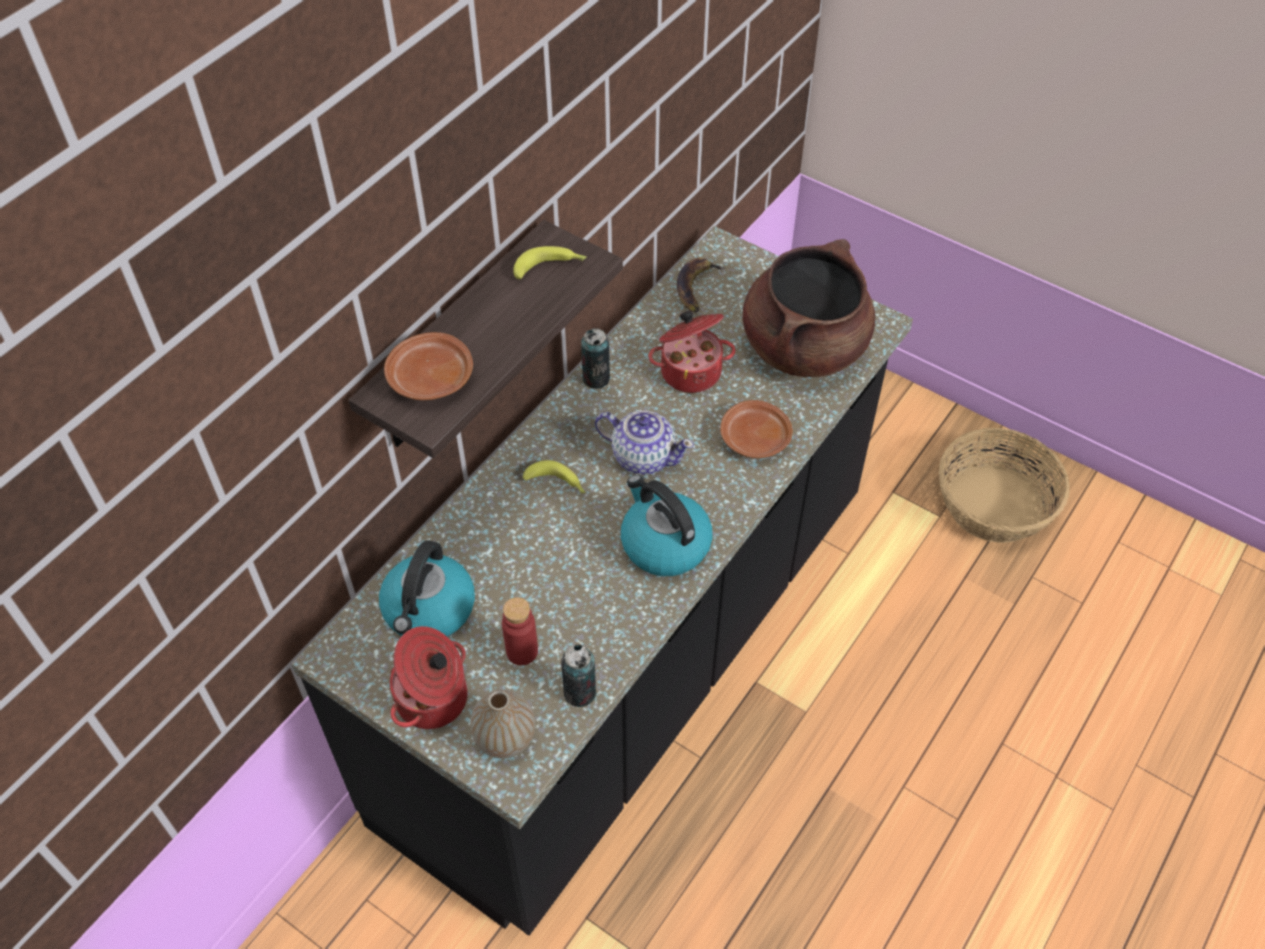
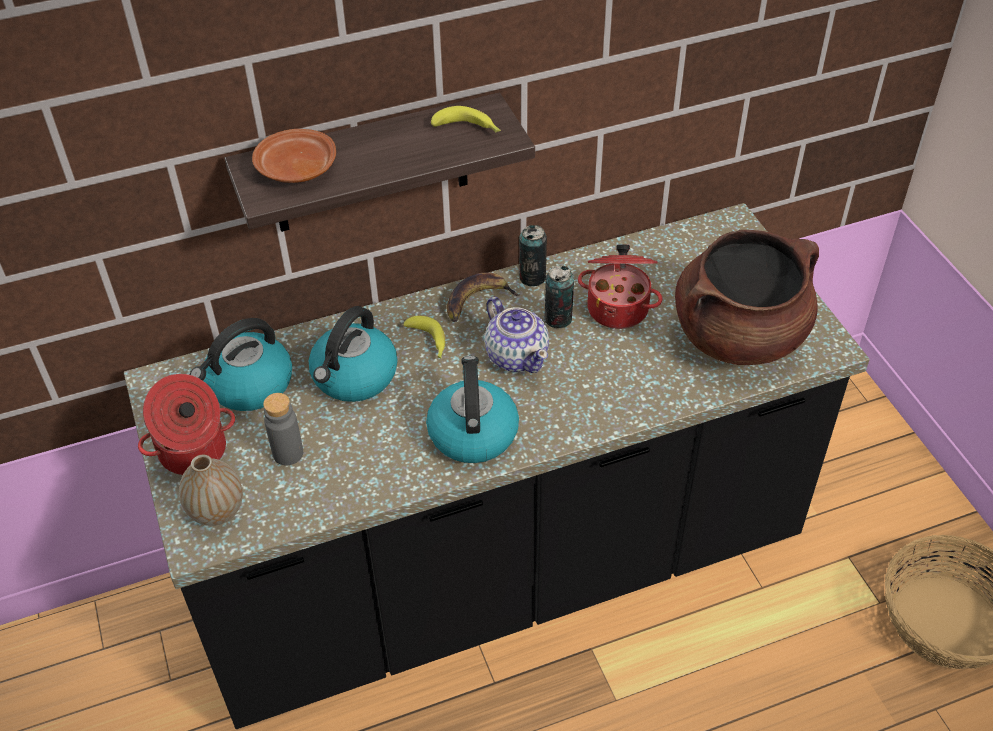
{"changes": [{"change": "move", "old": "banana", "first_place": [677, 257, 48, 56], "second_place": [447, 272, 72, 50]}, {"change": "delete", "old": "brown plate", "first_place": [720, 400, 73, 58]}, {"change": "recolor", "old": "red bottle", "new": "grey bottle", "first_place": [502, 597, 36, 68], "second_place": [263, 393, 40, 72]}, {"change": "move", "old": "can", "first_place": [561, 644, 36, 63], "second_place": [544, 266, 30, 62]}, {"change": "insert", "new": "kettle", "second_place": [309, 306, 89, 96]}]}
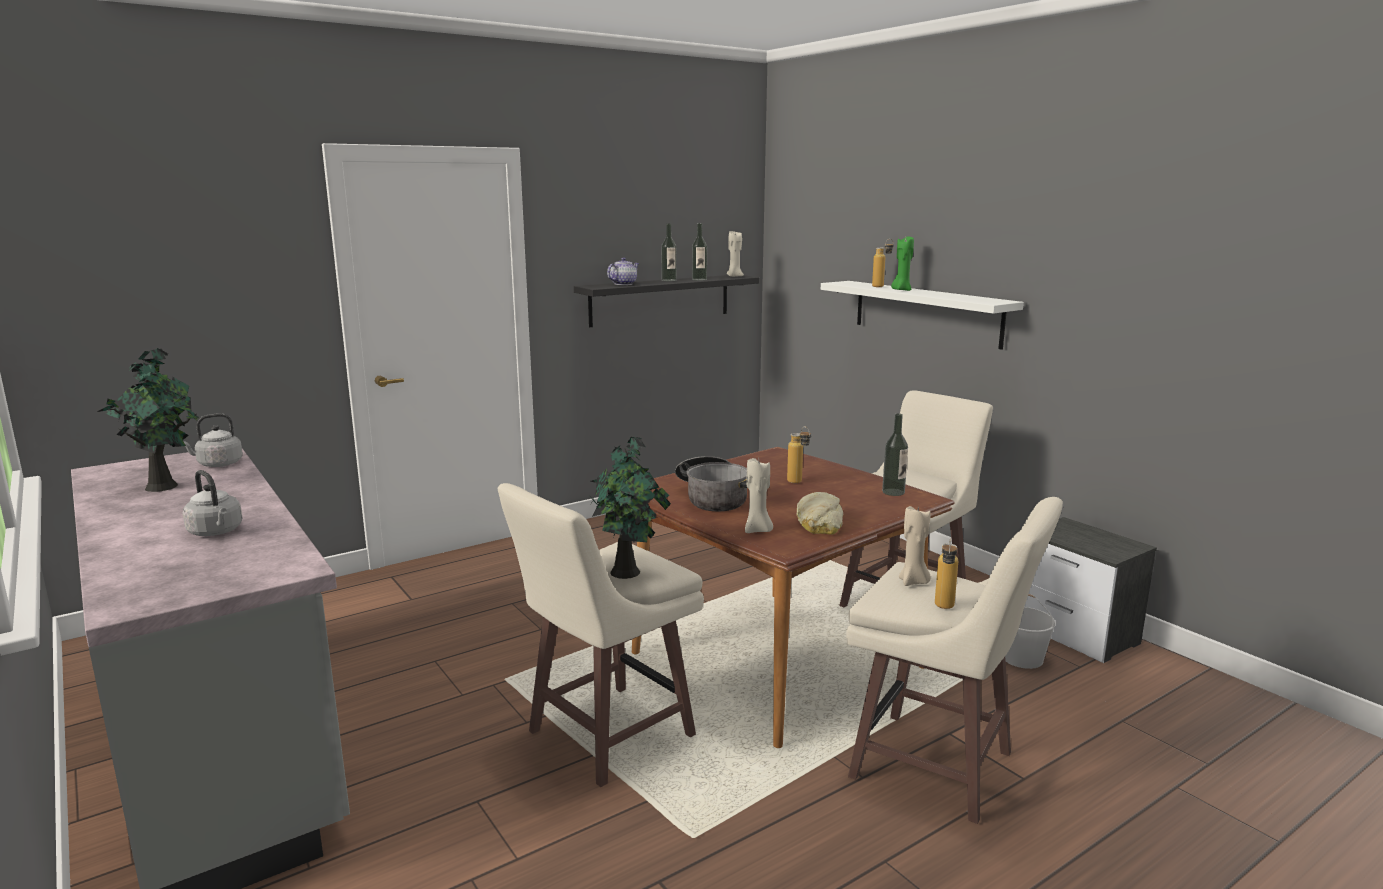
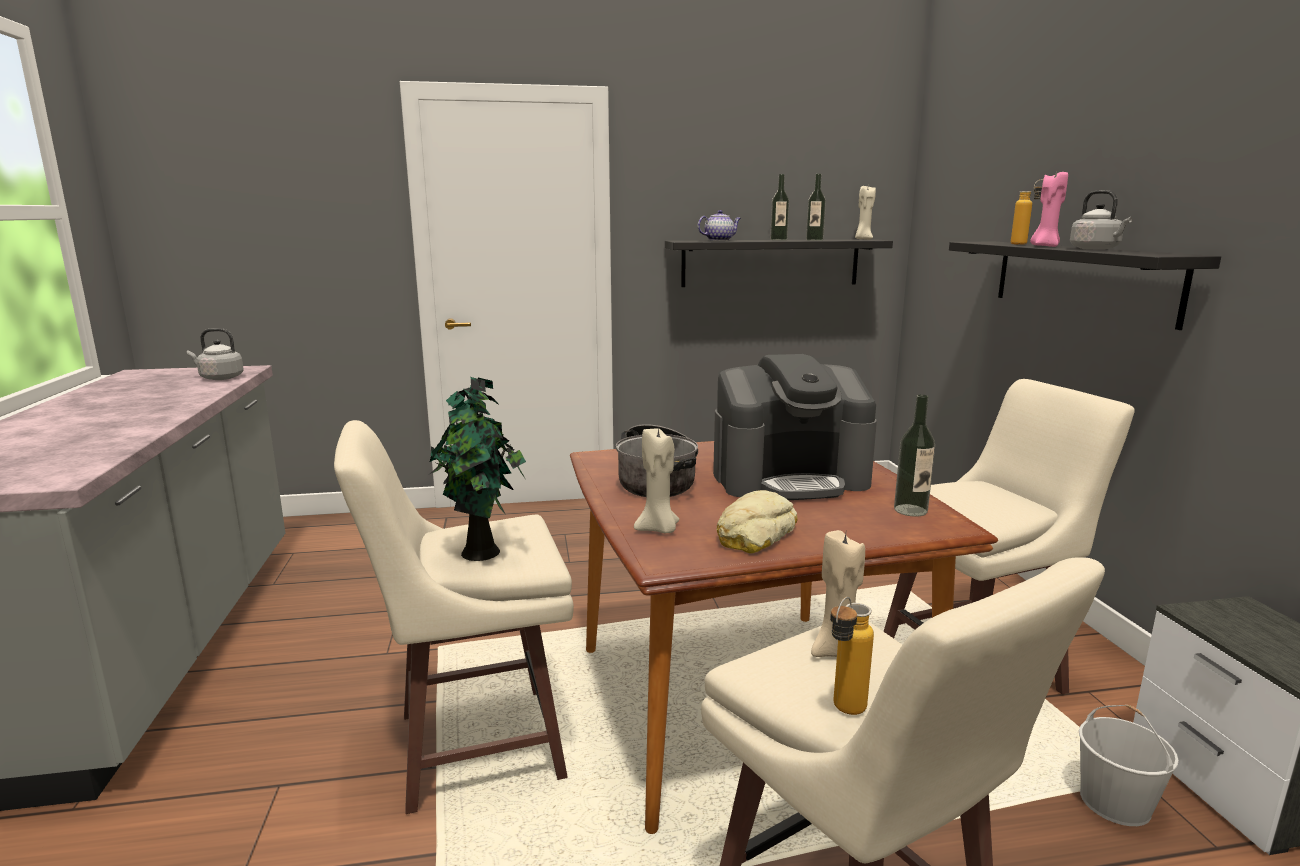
{"changes": [{"change": "recolor", "old": "green candle", "new": "pink candle", "first_place": [891, 237, 23, 54], "second_place": [1030, 171, 38, 76]}, {"change": "recolor", "old": "white shelf", "new": "black shelf", "first_place": [821, 281, 203, 69], "second_place": [949, 242, 272, 88]}, {"change": "delete", "old": "potted plant", "first_place": [97, 348, 102, 144]}, {"change": "replace", "old": "bottle", "new": "coffee machine", "first_place": [787, 427, 24, 56], "second_place": [713, 354, 164, 146]}, {"change": "move", "old": "grey kettle", "first_place": [183, 470, 59, 66], "second_place": [1070, 190, 62, 60]}]}
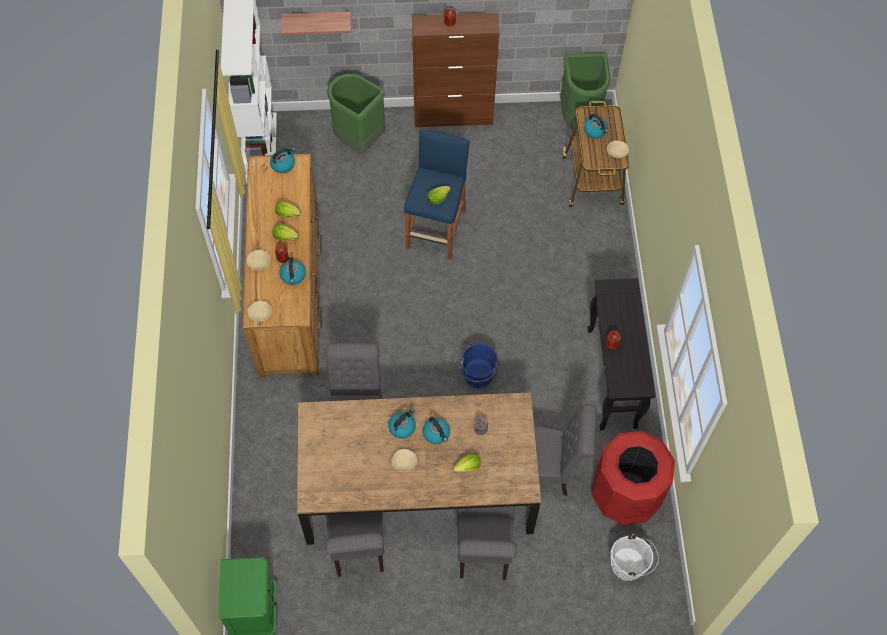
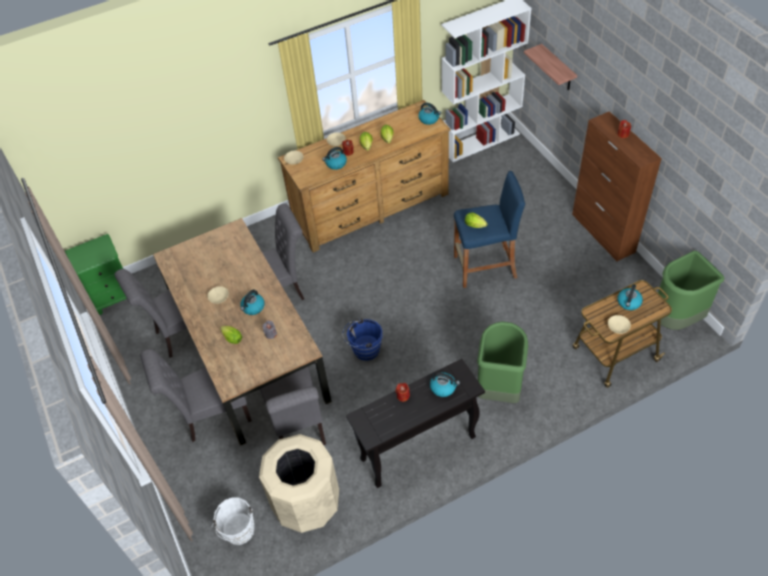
{"changes": [{"change": "move", "old": "green trash can", "first_place": [327, 74, 58, 80], "second_place": [477, 321, 51, 82]}, {"change": "move", "old": "kettle", "first_place": [388, 409, 28, 30], "second_place": [430, 372, 30, 25]}, {"change": "recolor", "old": "red trash can", "new": "beige trash can", "first_place": [592, 431, 83, 94], "second_place": [259, 434, 80, 99]}]}
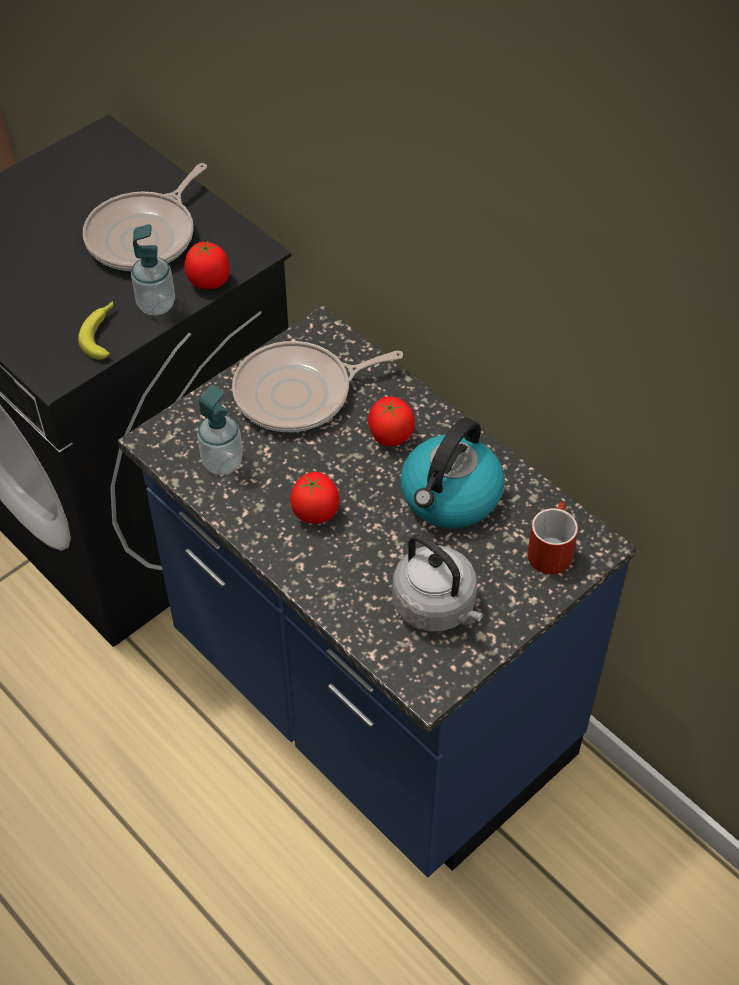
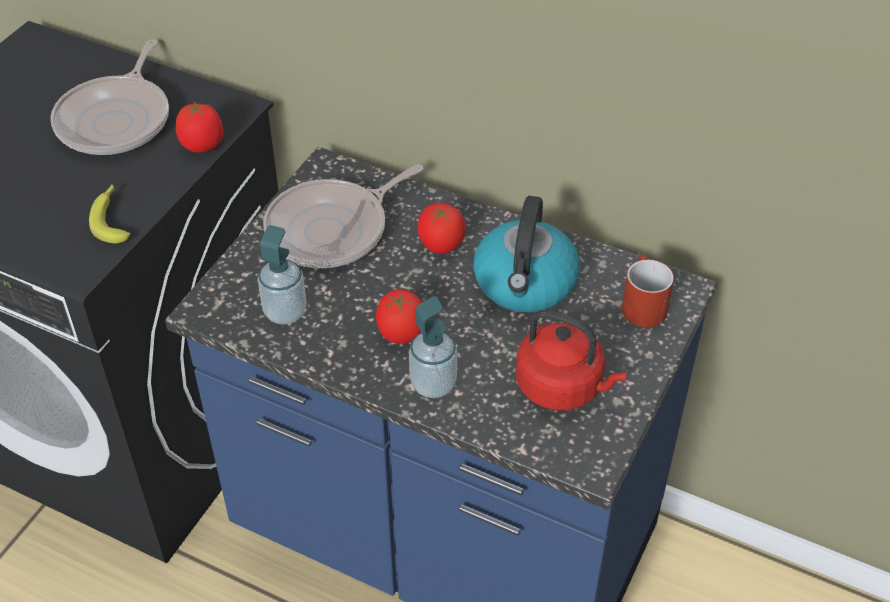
{"changes": [{"change": "move", "old": "soap dispenser", "first_place": [131, 224, 44, 91], "second_place": [409, 296, 48, 102]}, {"change": "recolor", "old": "grey kettle", "new": "red kettle", "first_place": [393, 534, 90, 98], "second_place": [516, 309, 111, 102]}]}
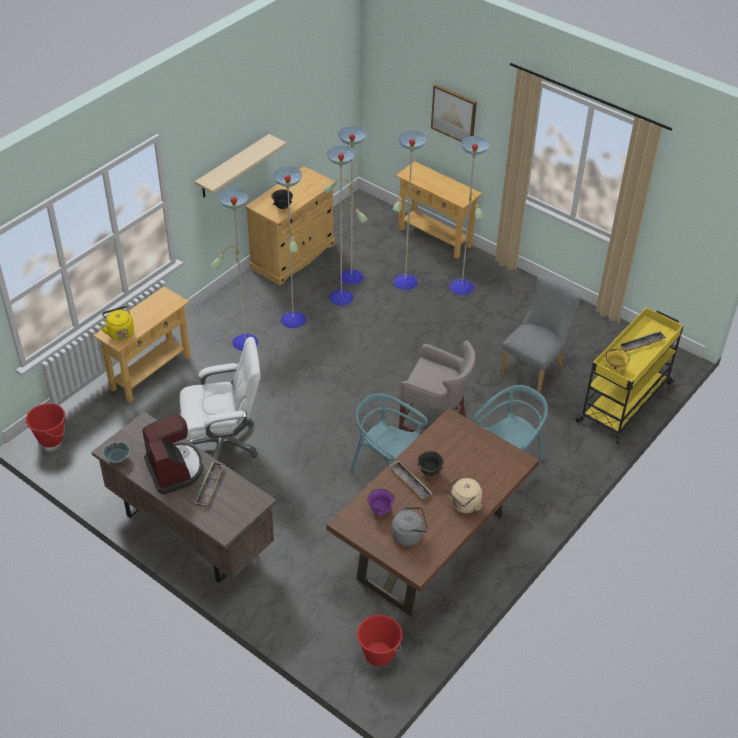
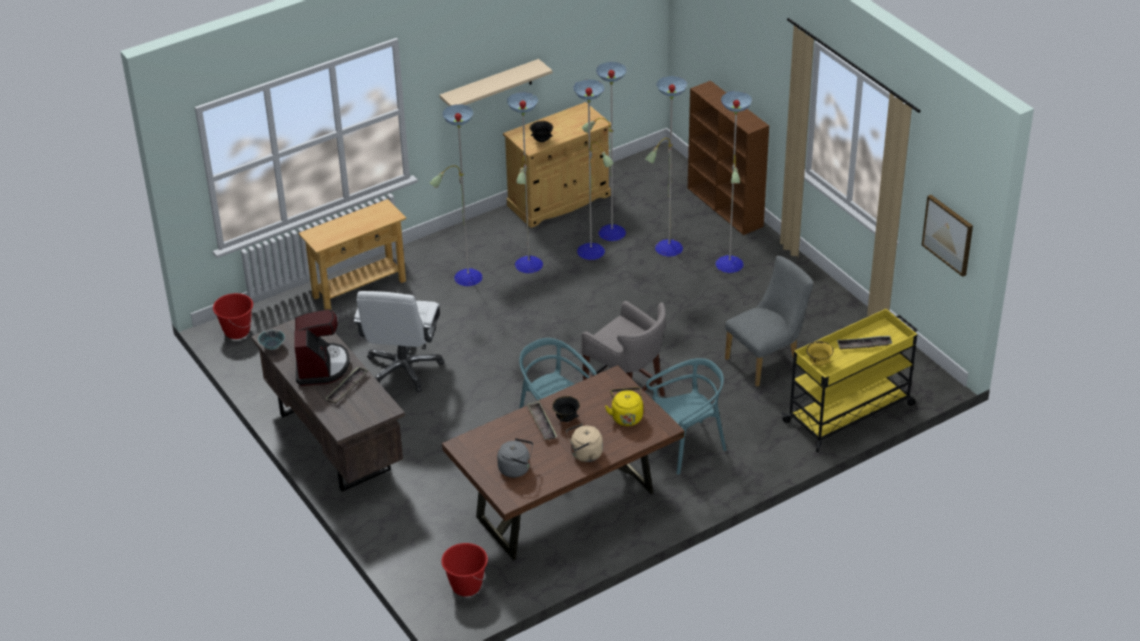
{"changes": [{"change": "move", "old": "picture", "first_place": [431, 84, 46, 58], "second_place": [922, 195, 51, 82]}, {"change": "replace", "old": "beige console table", "new": "brown bookcase", "first_place": [396, 161, 86, 98], "second_place": [688, 81, 81, 154]}, {"change": "move", "old": "yellow kettle", "first_place": [100, 306, 34, 34], "second_place": [605, 387, 38, 39]}, {"change": "rotate", "old": "white office chair", "first_place": [180, 337, 81, 124], "second_place": [354, 291, 90, 101], "degrees": 90}, {"change": "delete", "old": "purple bowl", "first_place": [367, 489, 28, 27]}]}
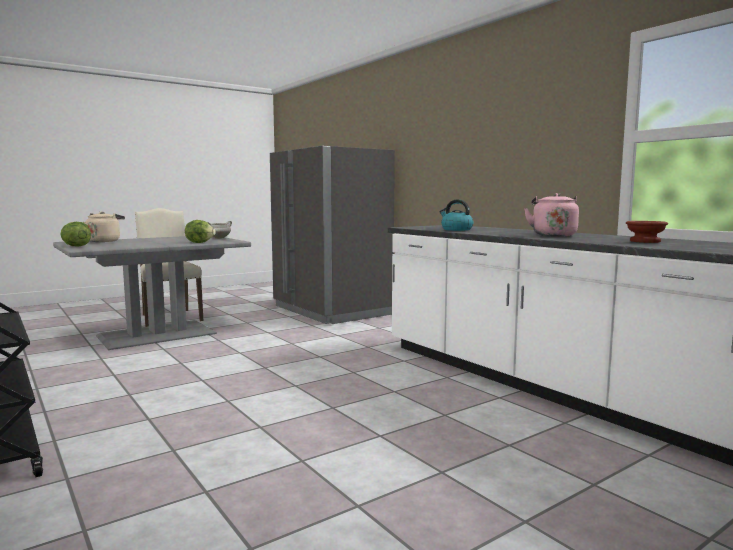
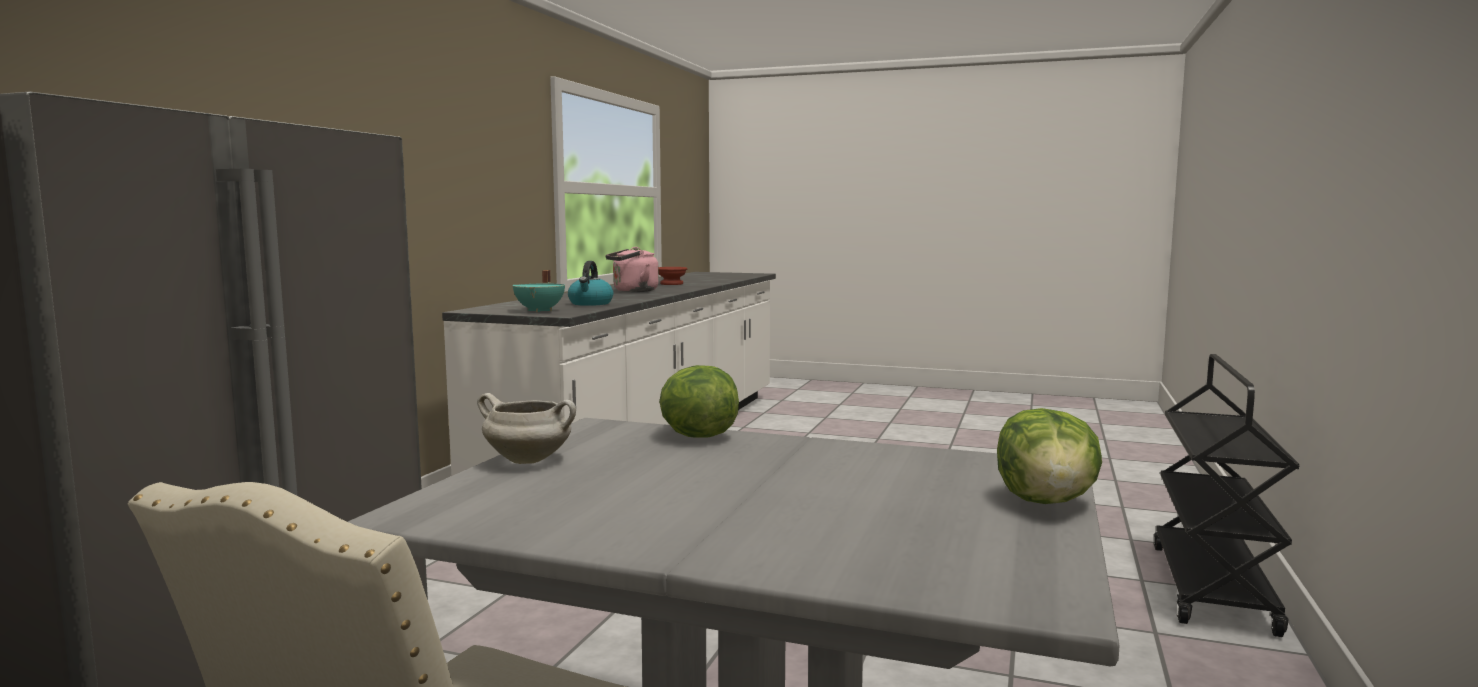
{"changes": [{"change": "delete", "old": "beige kettle", "first_place": [83, 211, 42, 31]}, {"change": "insert", "new": "turquoise cooking pot", "second_place": [512, 270, 53, 42]}]}
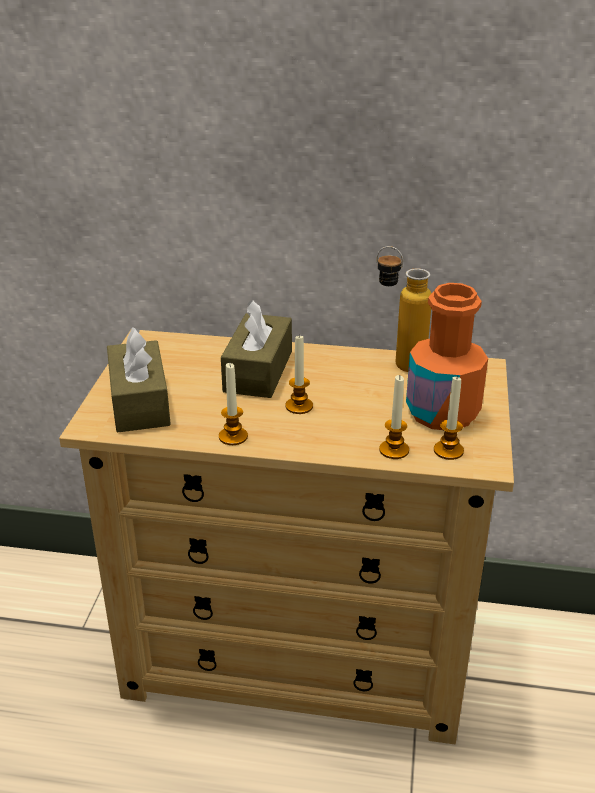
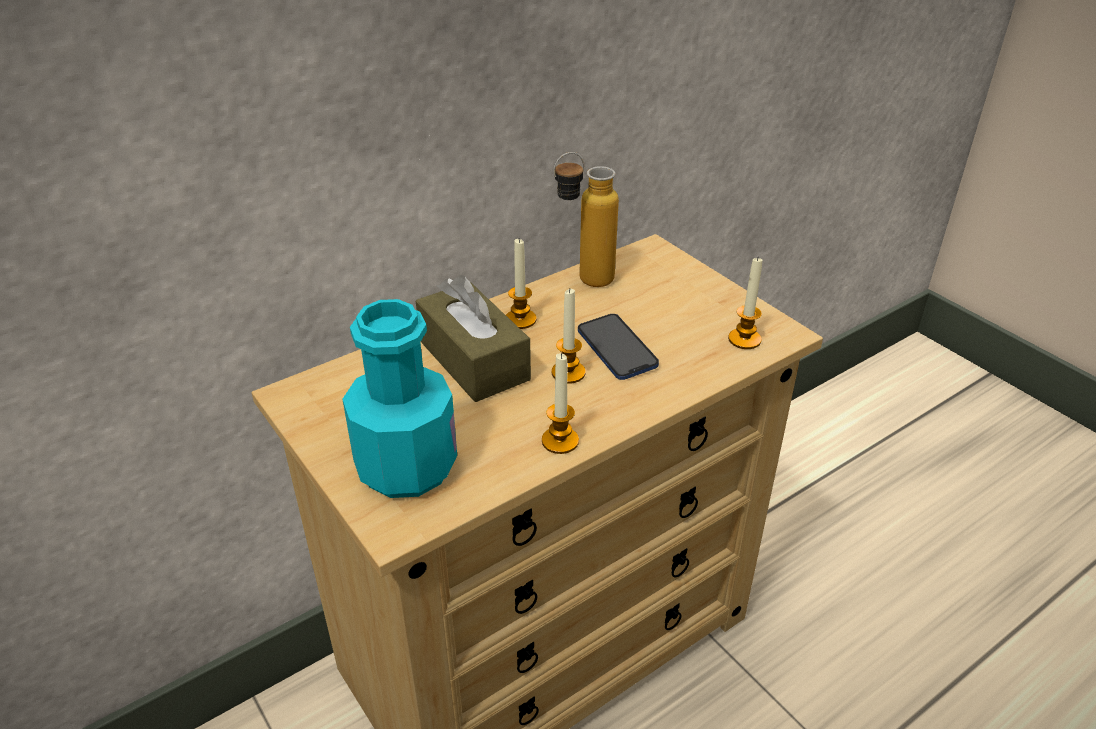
{"changes": [{"change": "delete", "old": "orange bottle", "first_place": [406, 283, 82, 147]}, {"change": "replace", "old": "brown tissue box", "new": "turquoise bottle", "first_place": [107, 327, 64, 105], "second_place": [342, 299, 115, 199]}, {"change": "move", "old": "candle", "first_place": [379, 375, 30, 84], "second_place": [506, 239, 30, 90]}, {"change": "insert", "new": "phone", "second_place": [578, 314, 81, 66]}]}
